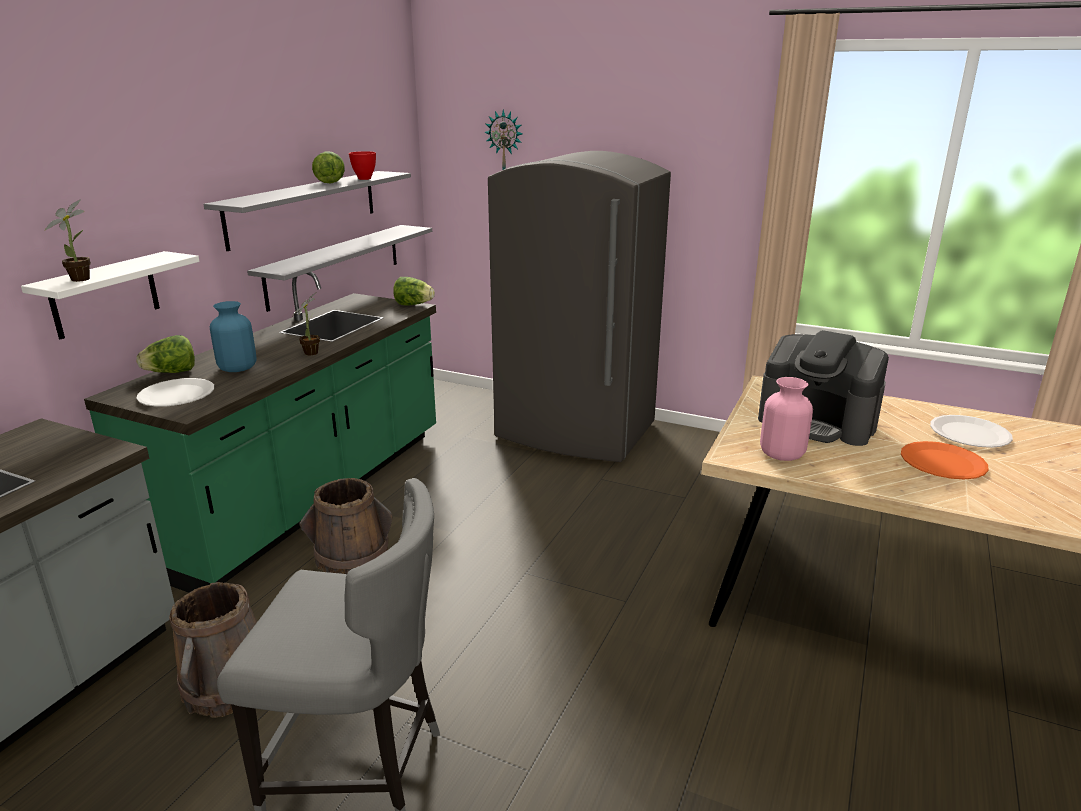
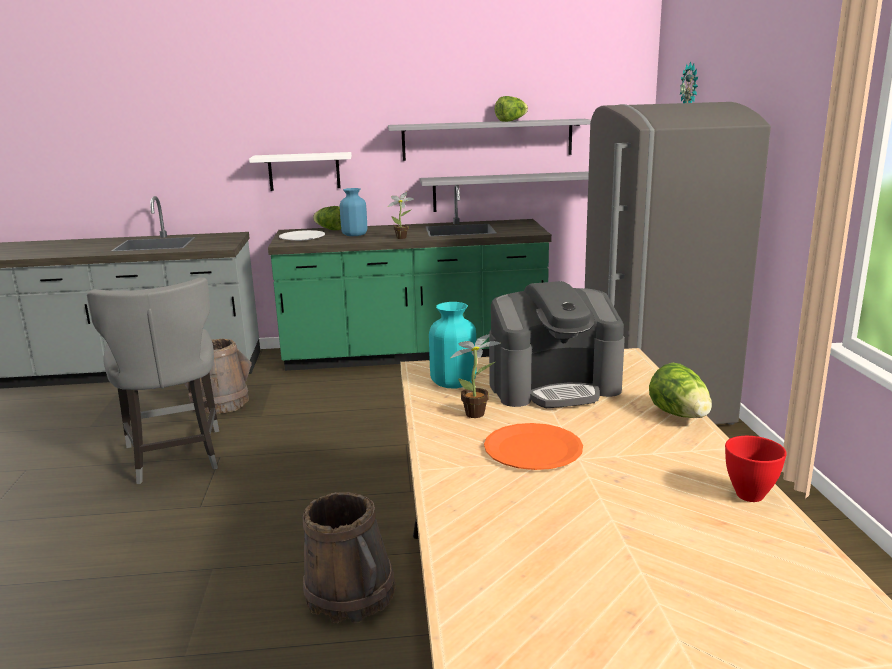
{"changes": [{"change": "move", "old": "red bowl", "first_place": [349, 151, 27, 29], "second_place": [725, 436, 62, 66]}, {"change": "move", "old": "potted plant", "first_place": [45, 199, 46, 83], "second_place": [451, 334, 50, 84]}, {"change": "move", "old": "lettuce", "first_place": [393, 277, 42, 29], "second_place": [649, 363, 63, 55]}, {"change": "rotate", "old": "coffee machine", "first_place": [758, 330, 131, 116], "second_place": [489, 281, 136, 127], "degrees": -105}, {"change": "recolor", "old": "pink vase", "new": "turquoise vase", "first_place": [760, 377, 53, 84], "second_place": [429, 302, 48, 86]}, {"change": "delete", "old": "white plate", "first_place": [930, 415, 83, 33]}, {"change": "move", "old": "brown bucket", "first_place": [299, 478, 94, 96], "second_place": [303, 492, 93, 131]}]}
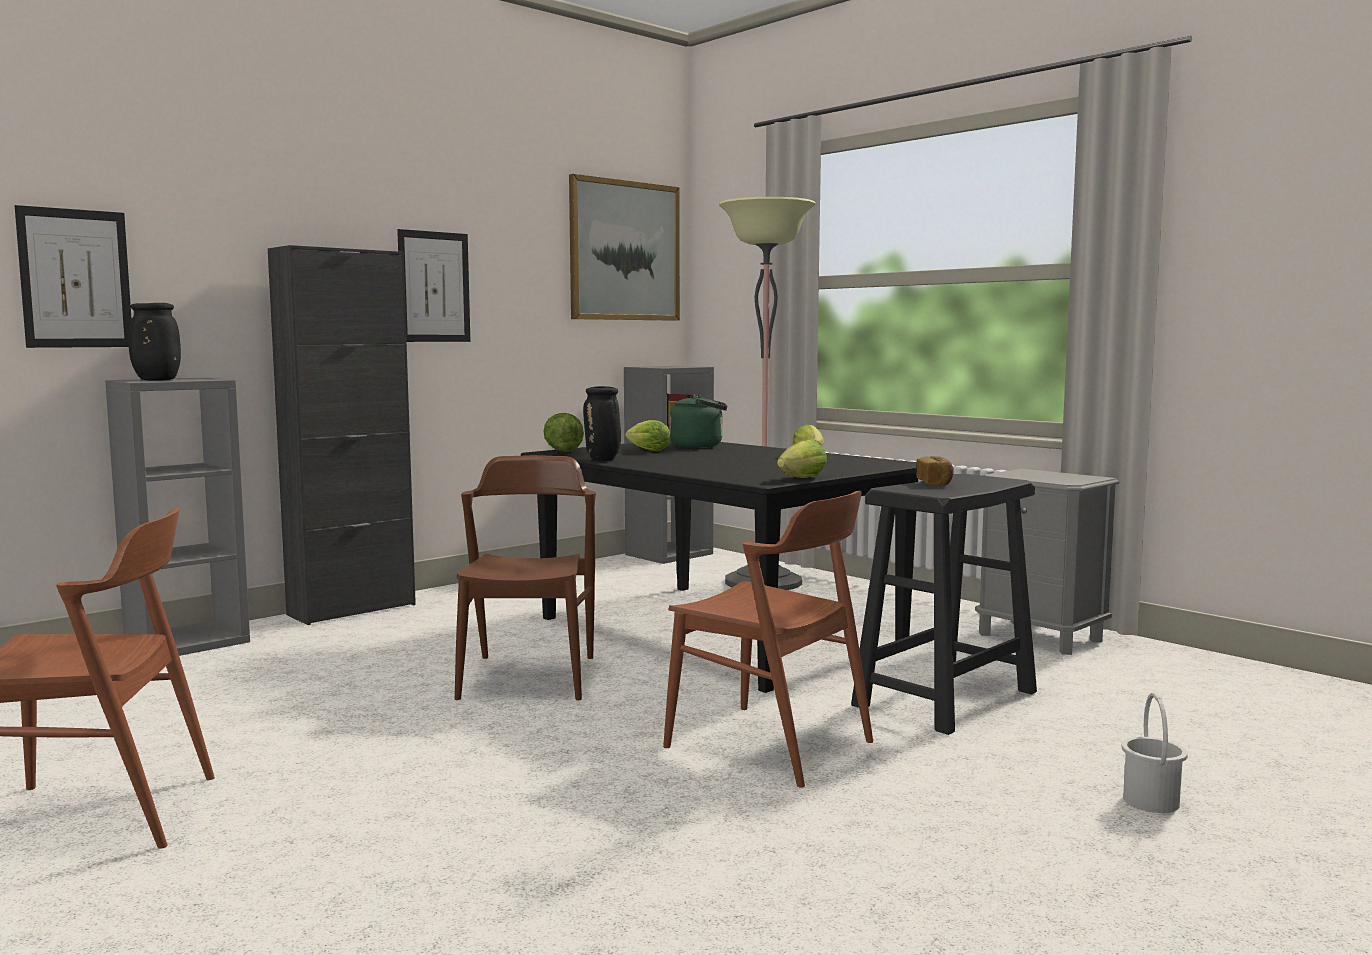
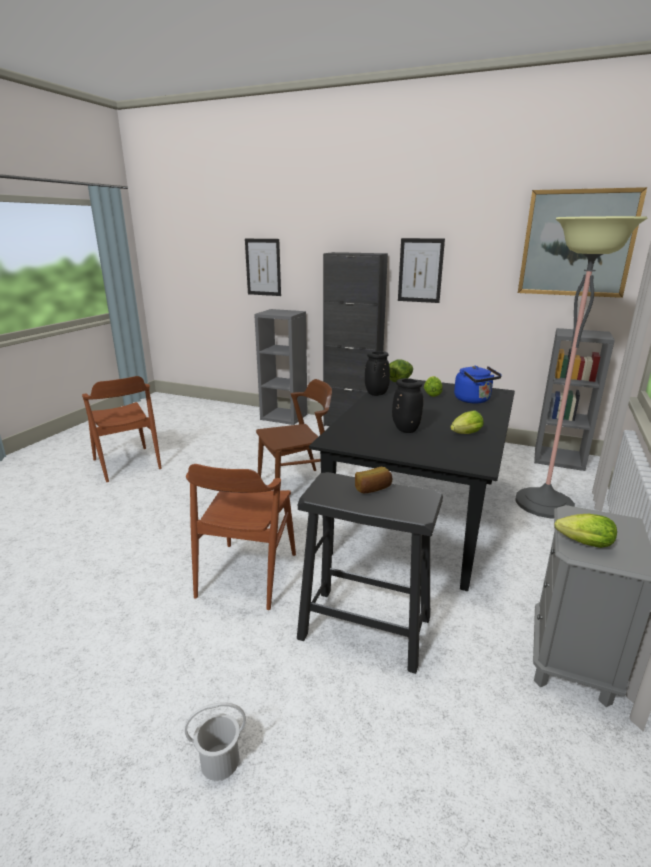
{"changes": [{"change": "move", "old": "black vase", "first_place": [129, 303, 52, 78], "second_place": [392, 378, 31, 55]}, {"change": "recolor", "old": "green kettle", "new": "blue kettle", "first_place": [669, 394, 58, 54], "second_place": [454, 366, 48, 38]}, {"change": "move", "old": "lettuce", "first_place": [777, 440, 50, 38], "second_place": [554, 514, 63, 34]}]}
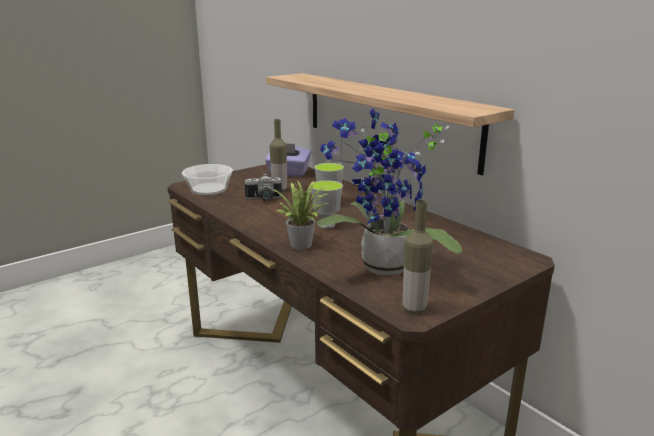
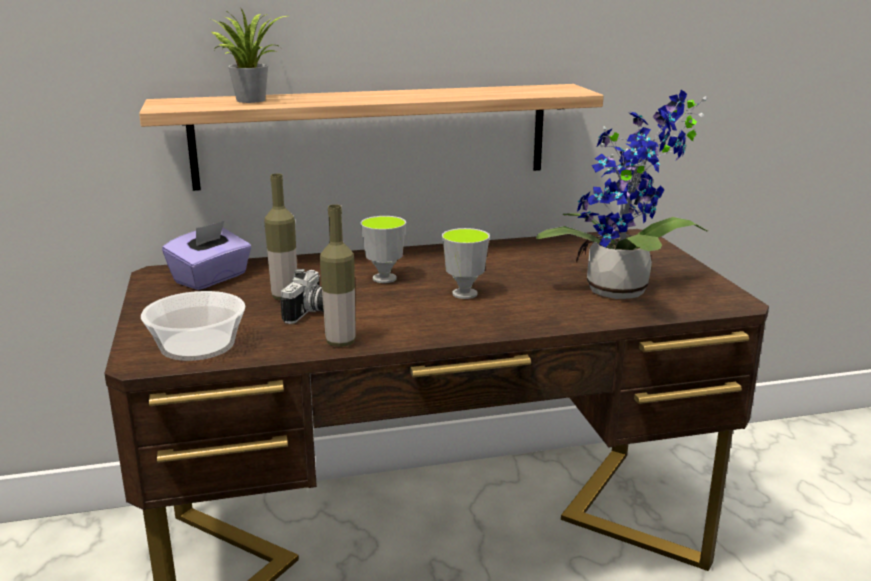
{"changes": [{"change": "move", "old": "potted plant", "first_place": [272, 180, 58, 70], "second_place": [211, 9, 76, 94]}, {"change": "move", "old": "bottle", "first_place": [402, 200, 31, 114], "second_place": [320, 204, 36, 143]}]}
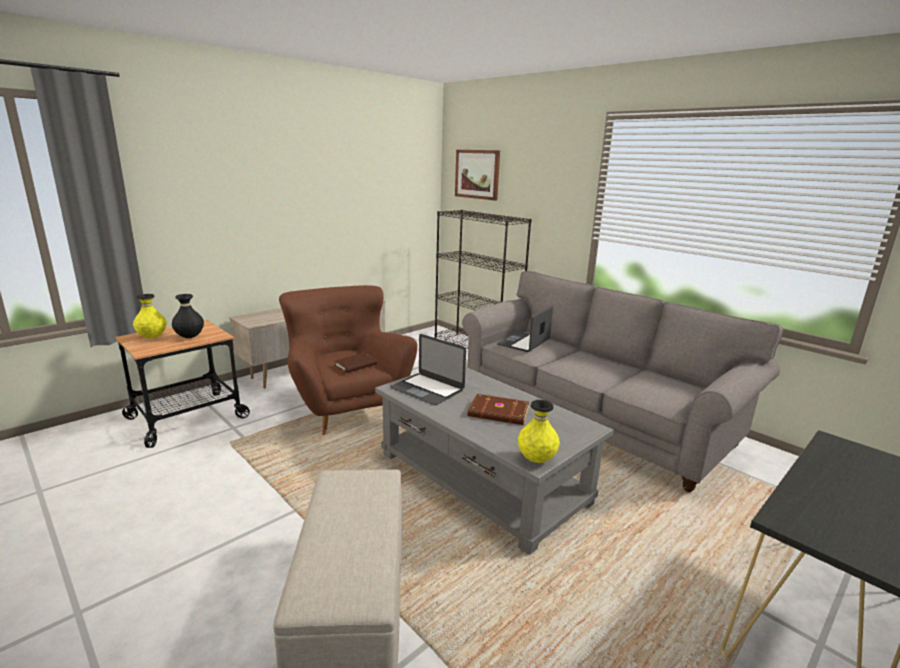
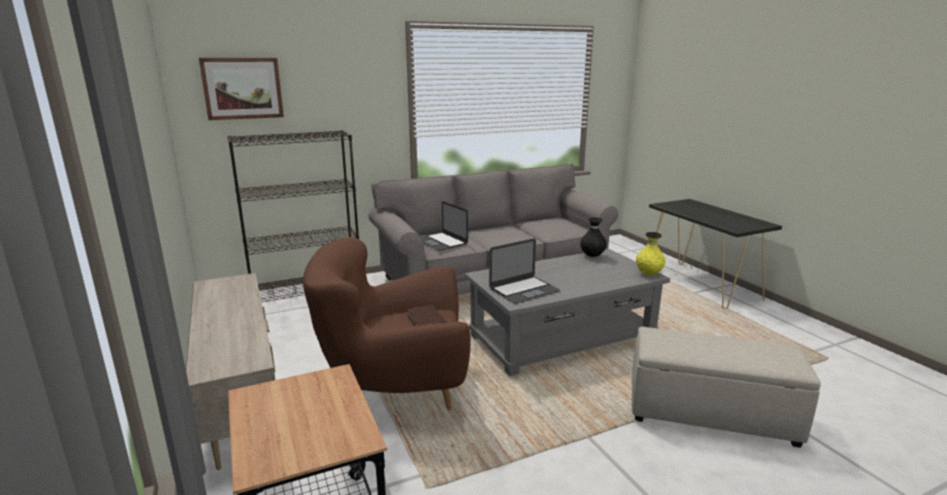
{"changes": [{"change": "delete", "old": "yellow vase", "first_place": [133, 294, 34, 45]}, {"change": "move", "old": "black vase", "first_place": [172, 294, 32, 44], "second_place": [580, 217, 27, 40]}, {"change": "delete", "old": "brown book", "first_place": [468, 394, 61, 31]}]}
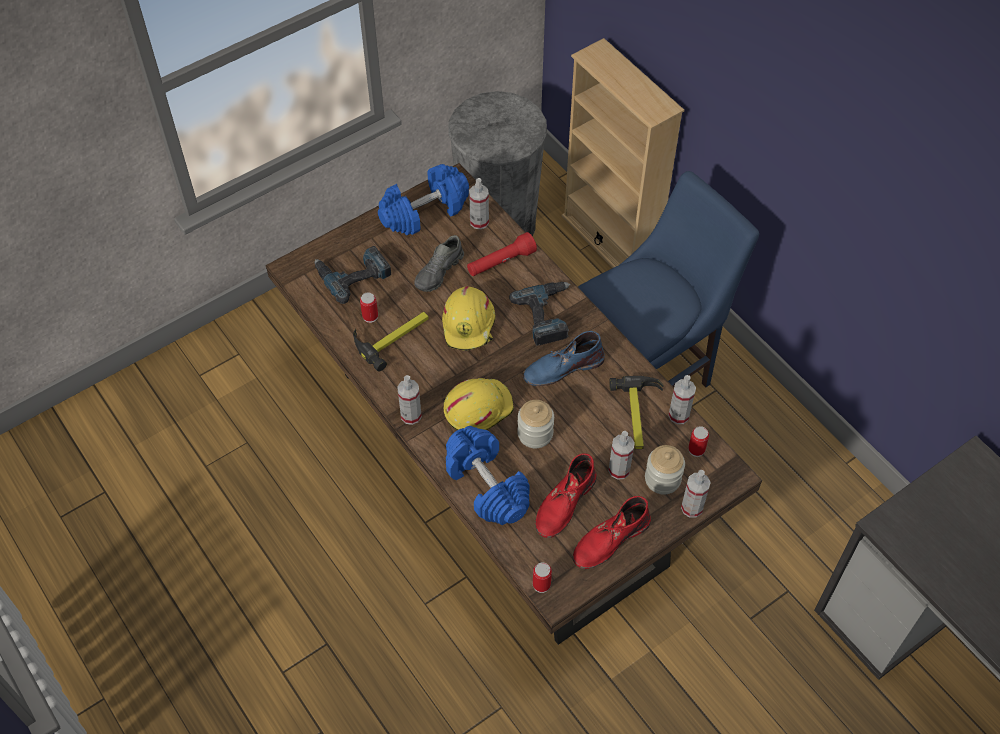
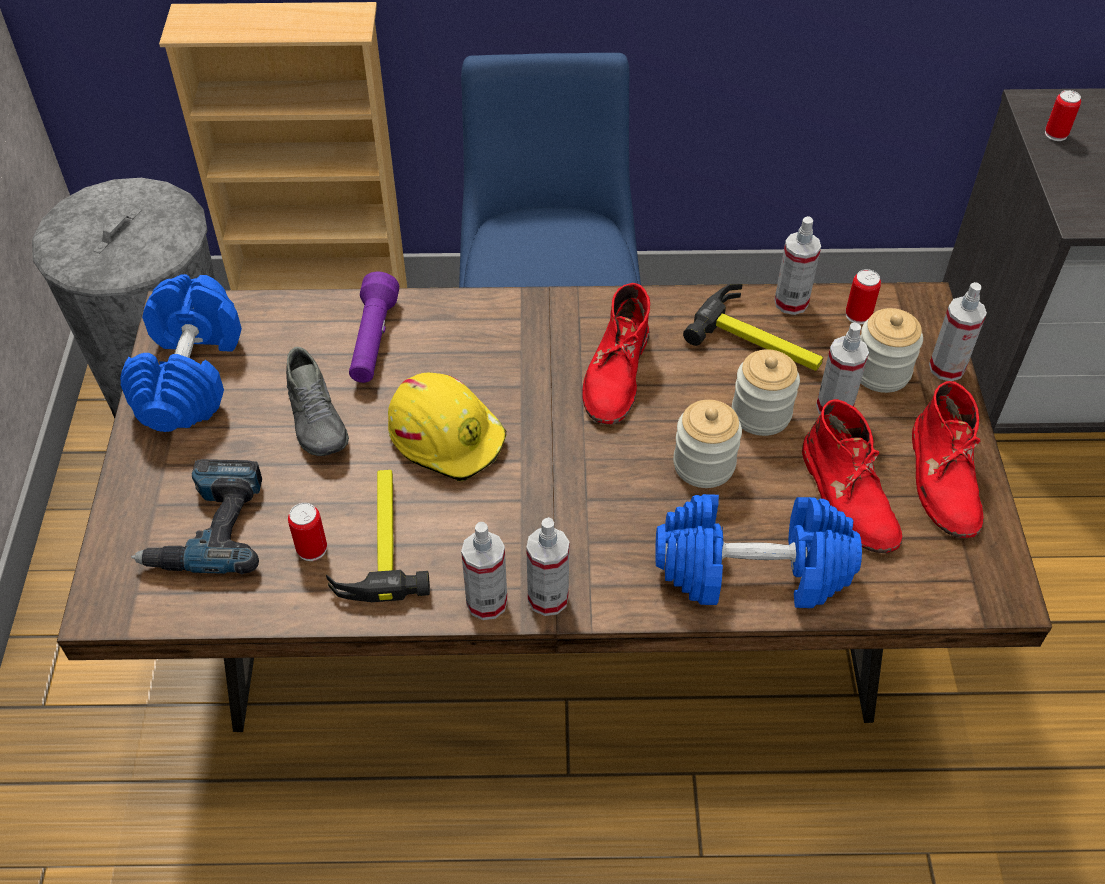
{"changes": [{"change": "move", "old": "spray bottle", "first_place": [469, 178, 20, 52], "second_place": [461, 522, 46, 98]}, {"change": "recolor", "old": "red flashlight", "new": "purple flashlight", "first_place": [467, 232, 70, 44], "second_place": [349, 272, 50, 111]}, {"change": "delete", "old": "power drill", "first_place": [509, 282, 62, 64]}, {"change": "recolor", "old": "blue boot", "new": "red boot", "first_place": [523, 331, 82, 55], "second_place": [582, 283, 68, 141]}, {"change": "delete", "old": "yellow hard hat", "first_place": [444, 378, 70, 52]}, {"change": "move", "old": "can", "first_place": [533, 562, 19, 31], "second_place": [1045, 90, 36, 51]}, {"change": "insert", "new": "jar", "second_place": [732, 349, 68, 87]}]}
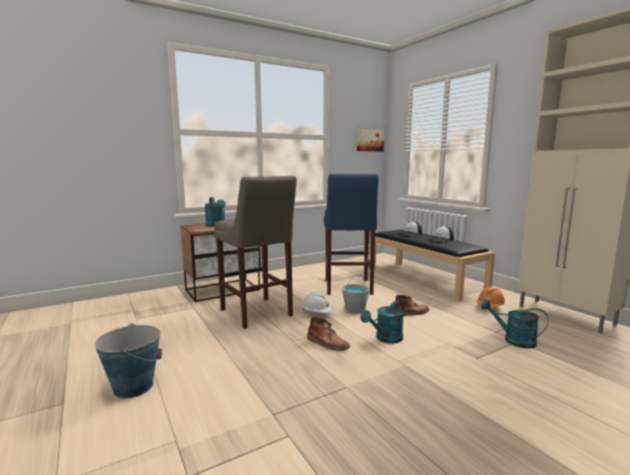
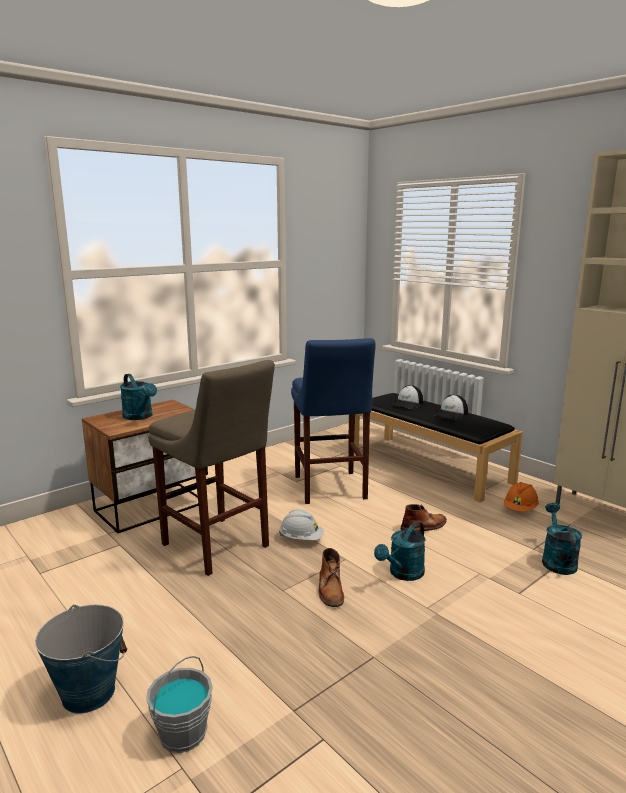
{"changes": [{"change": "delete", "old": "picture", "first_place": [357, 129, 27, 23]}, {"change": "move", "old": "grey bucket", "first_place": [342, 274, 28, 40], "second_place": [146, 656, 67, 97]}, {"change": "rotate", "old": "turquoise watering can", "first_place": [481, 300, 67, 49], "second_place": [542, 503, 40, 72], "degrees": 75}, {"change": "rotate", "old": "brown boot", "first_place": [307, 317, 43, 34], "second_place": [319, 548, 25, 59], "degrees": 60}]}
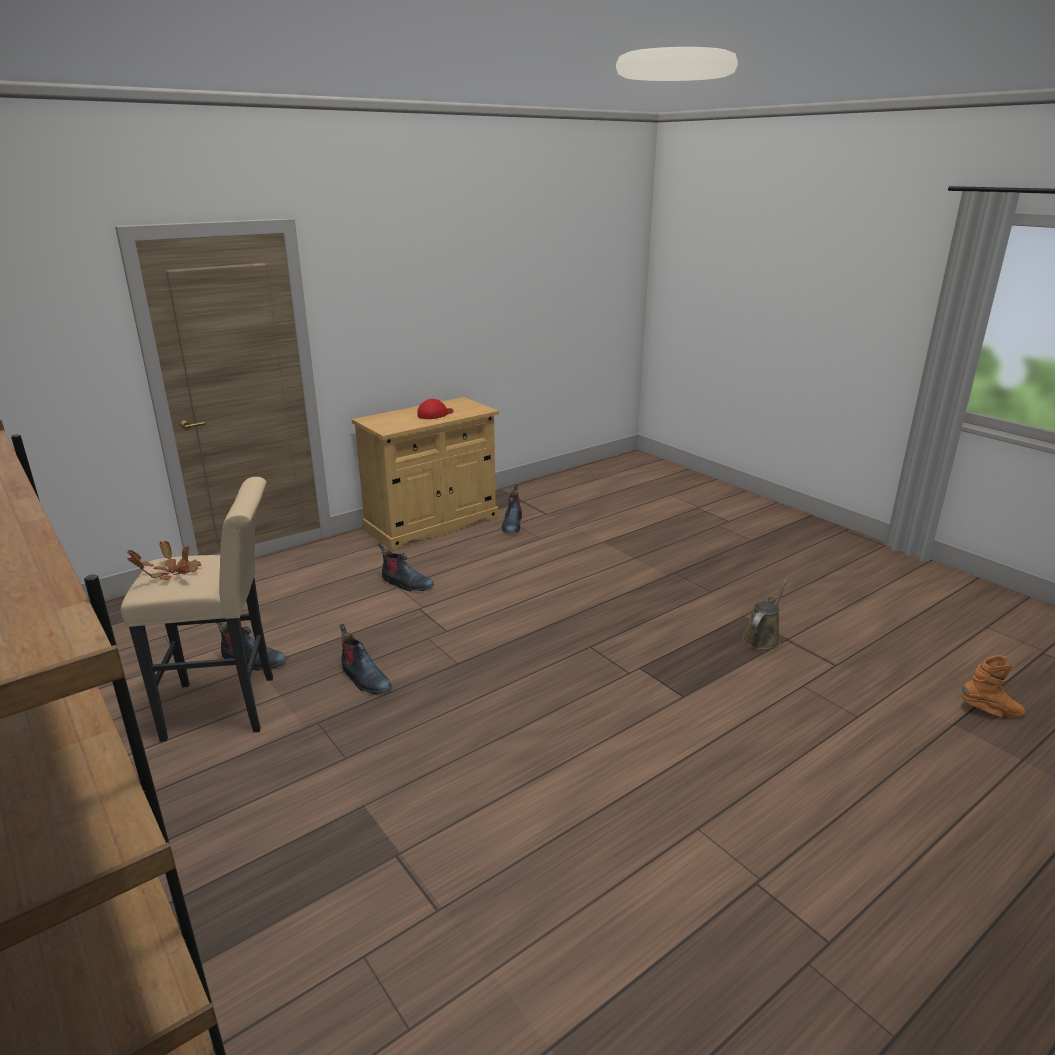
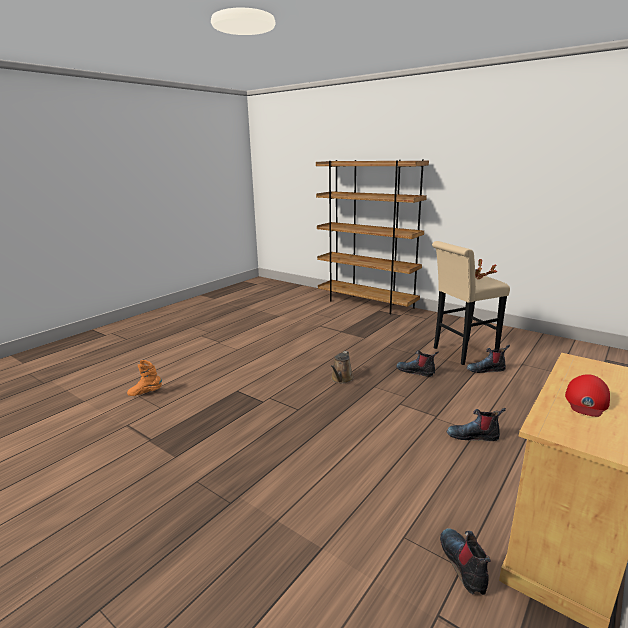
{"changes": [{"change": "move", "old": "brown watering can", "first_place": [742, 579, 46, 71], "second_place": [331, 351, 23, 32]}, {"change": "move", "old": "orange boot", "first_place": [962, 655, 63, 62], "second_place": [127, 360, 35, 36]}]}
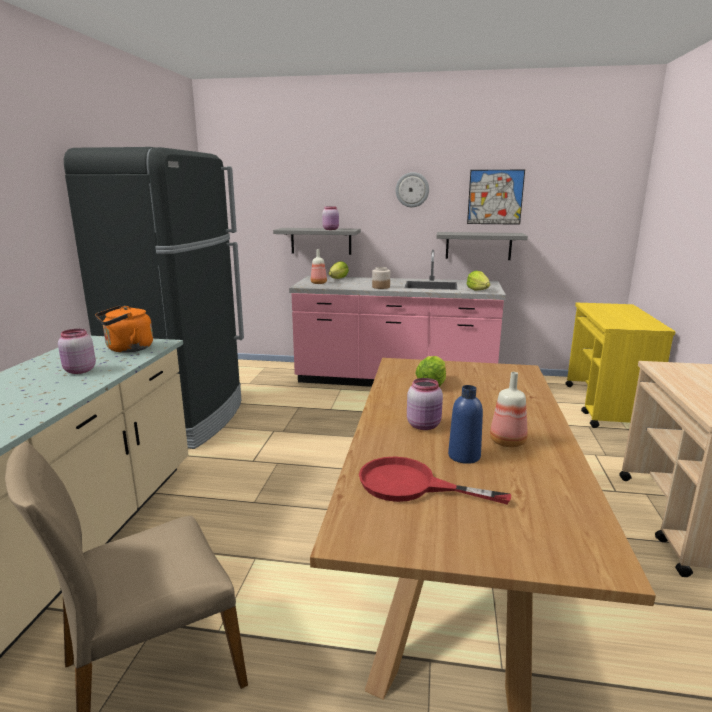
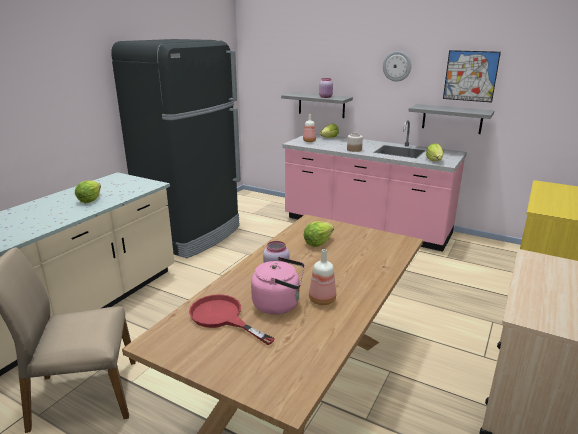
{"changes": [{"change": "delete", "old": "orange kettle", "first_place": [95, 305, 58, 48]}, {"change": "replace", "old": "pink jar", "new": "lettuce", "first_place": [58, 329, 38, 45], "second_place": [75, 181, 26, 22]}, {"change": "replace", "old": "blue bottle", "new": "pink kettle", "first_place": [448, 385, 35, 79], "second_place": [251, 257, 54, 58]}]}
